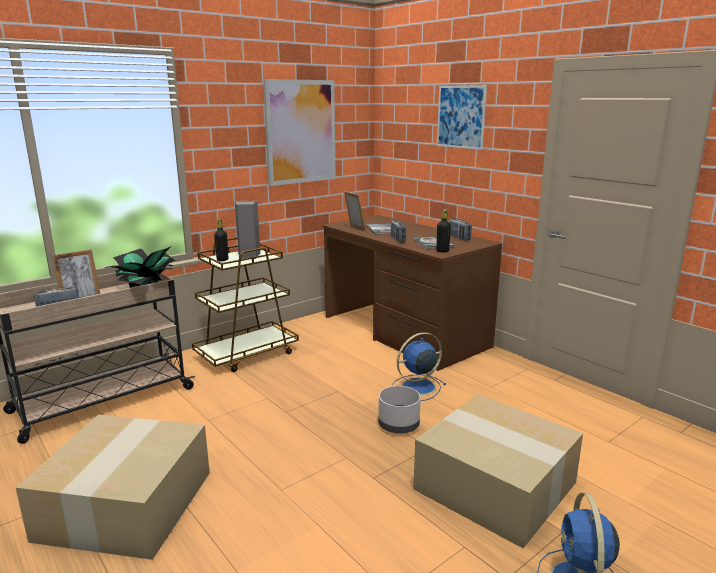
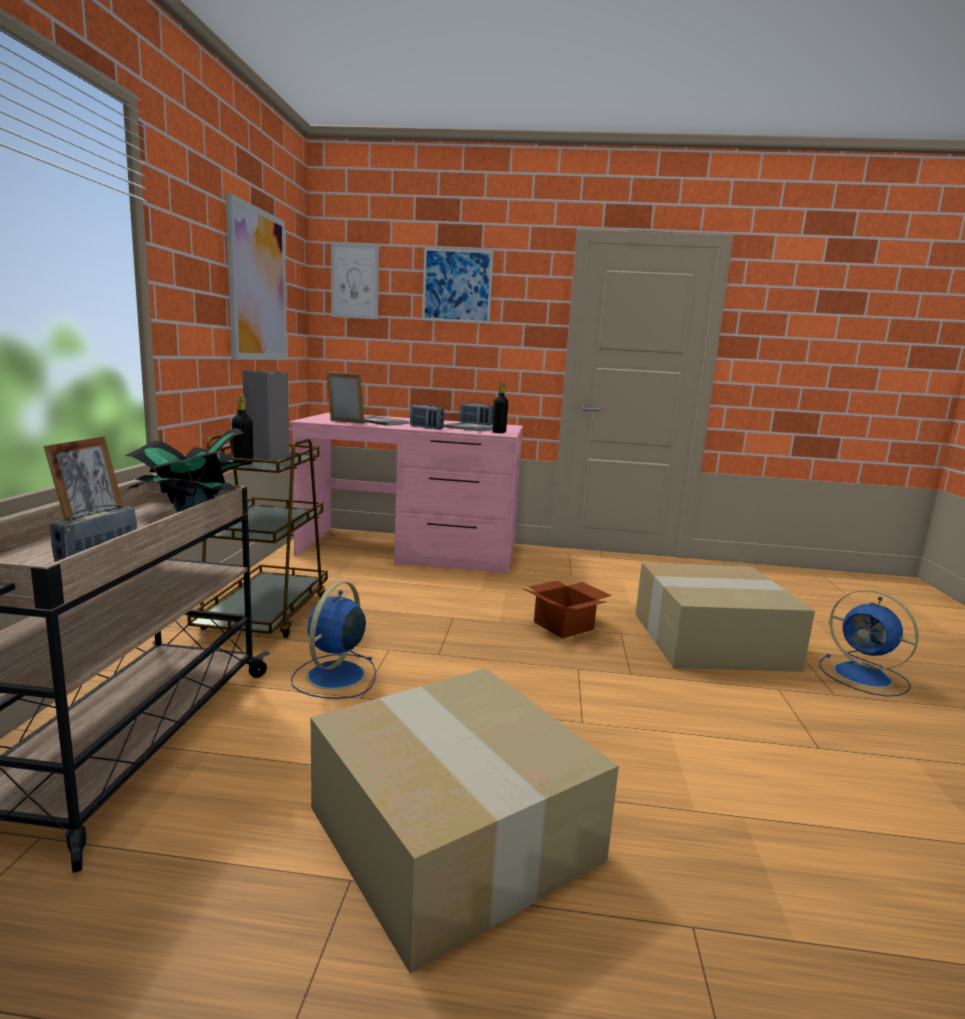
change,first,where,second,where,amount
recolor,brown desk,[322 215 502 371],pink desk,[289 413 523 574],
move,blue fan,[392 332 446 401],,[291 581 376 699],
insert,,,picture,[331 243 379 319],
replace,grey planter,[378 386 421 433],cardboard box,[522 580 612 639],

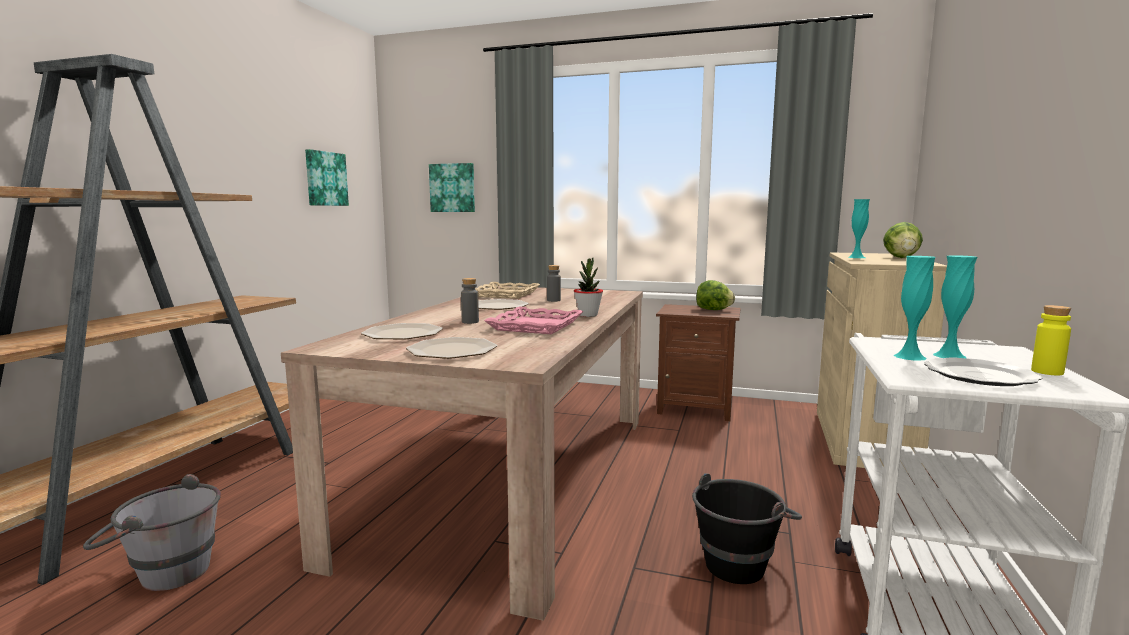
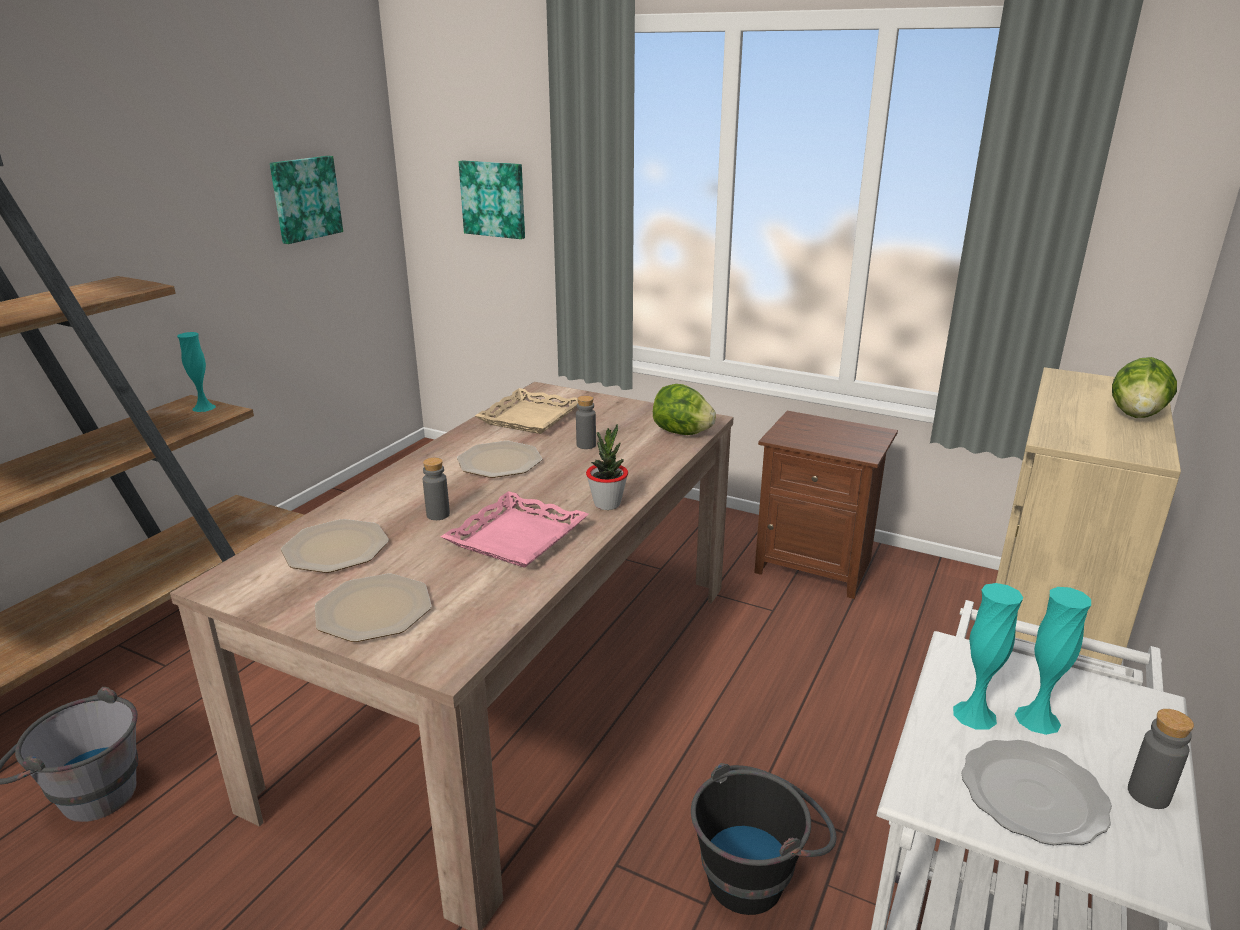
change,first,where,second,where,amount
move,turquoise vase,[848 199 870 258],,[177 332 216 412],
move,lettuce,[696 280 735 310],,[653 384 716 435],
recolor,yellow bottle,[1031 305 1071 375],grey bottle,[1128 709 1194 809],

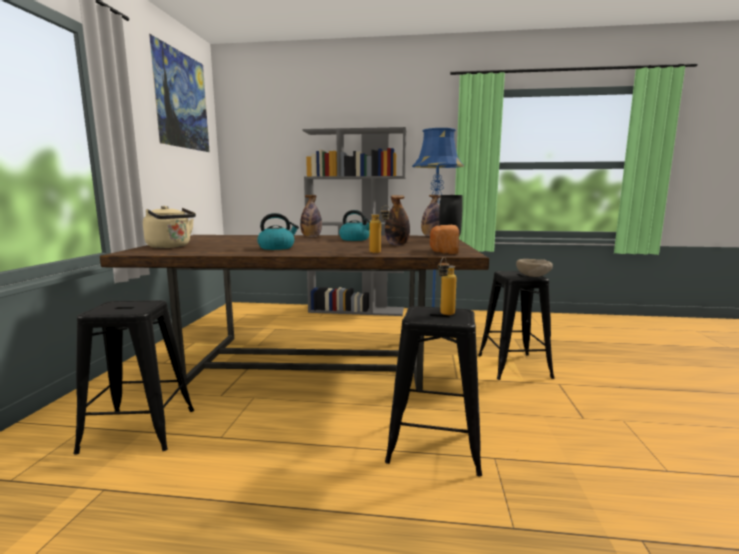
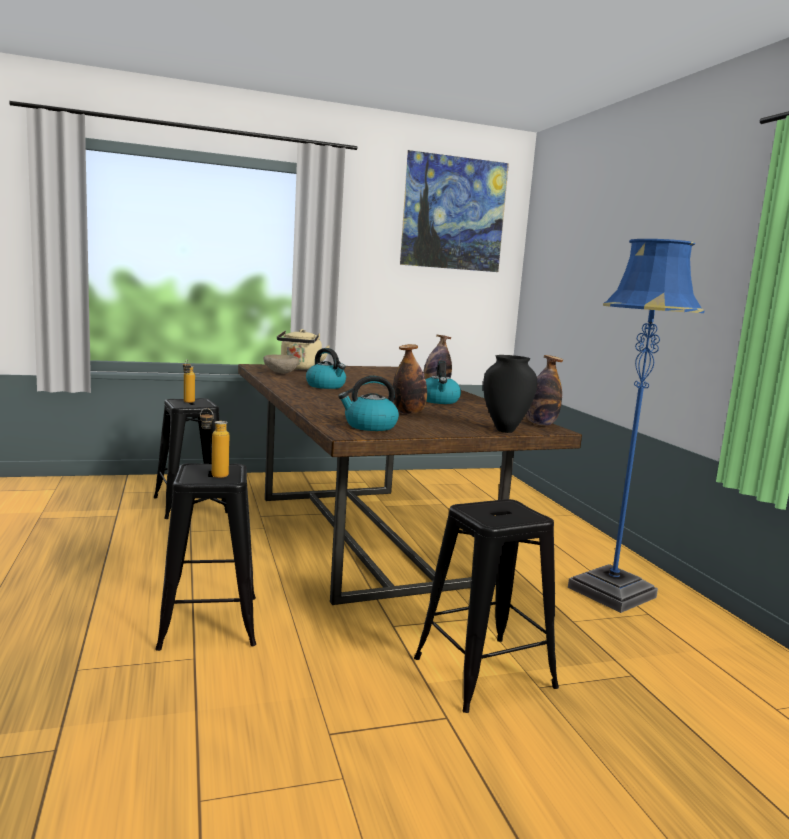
change,first,where,second,where,amount
move,bottle,[370 206 390 253],,[183 360 195 403],
move,beige bowl,[516 259 553 277],,[264 355 299 374],
replace,bread,[430 225 459 254],kettle,[338 376 399 431],
delete,grey bookcase,[302 127 407 316],,,

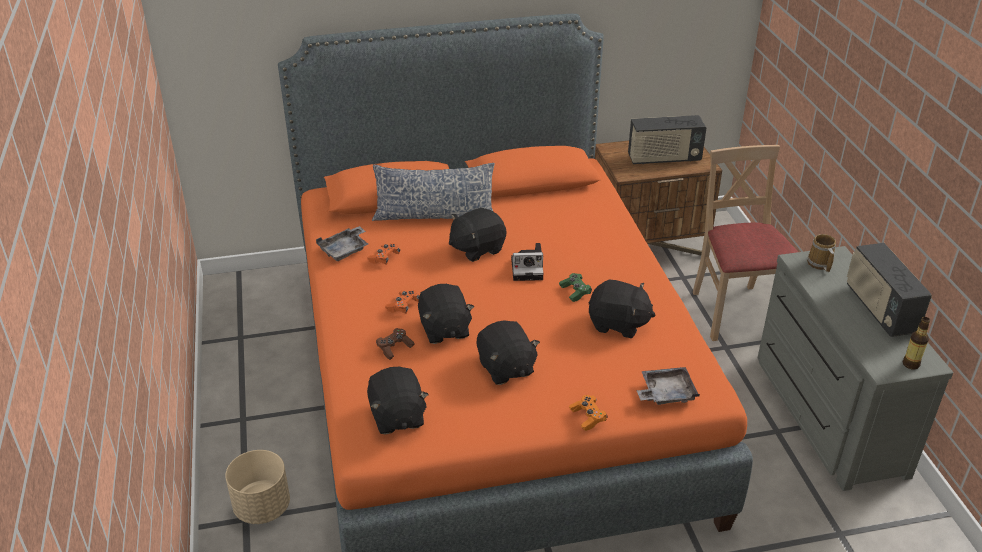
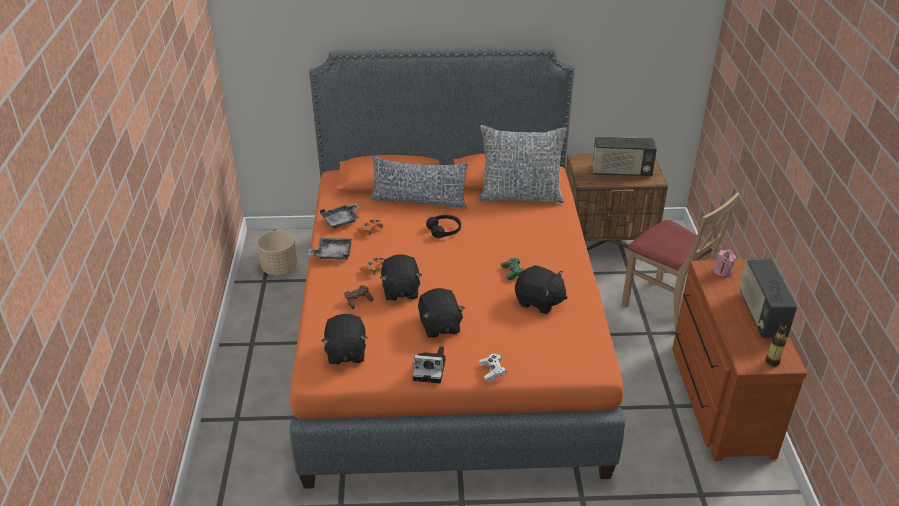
change,first,where,second,where,amount
move,beige planter,[225 450 290 524],,[257 230 297 275],
move,grey tray,[637 367 700 405],,[308 238 352 260],
move,photo camera,[511 243 544 281],,[412 346 446 384],
replace,black plush toy,[449 208 506 262],black headphones,[426 215 461 238],
insert,,,pillow,[478 125 567 203],
recolor,orange game controller,[569 395 608 431],white game controller,[479 354 506 381],
rotate,beige chair,[692 145 798 341],,[621 192 740 333],135 degrees clockwise
recolor,grey dresser,[758 246 953 491],brown dresser,[672 259 808 461],
replace,mug,[807 234 836 272],pink candle,[714 250 736 277],

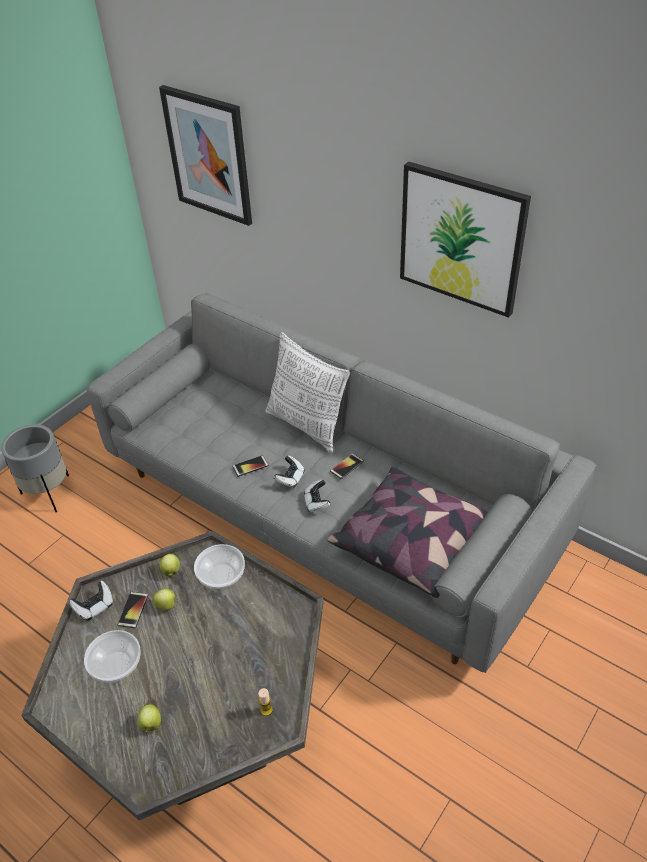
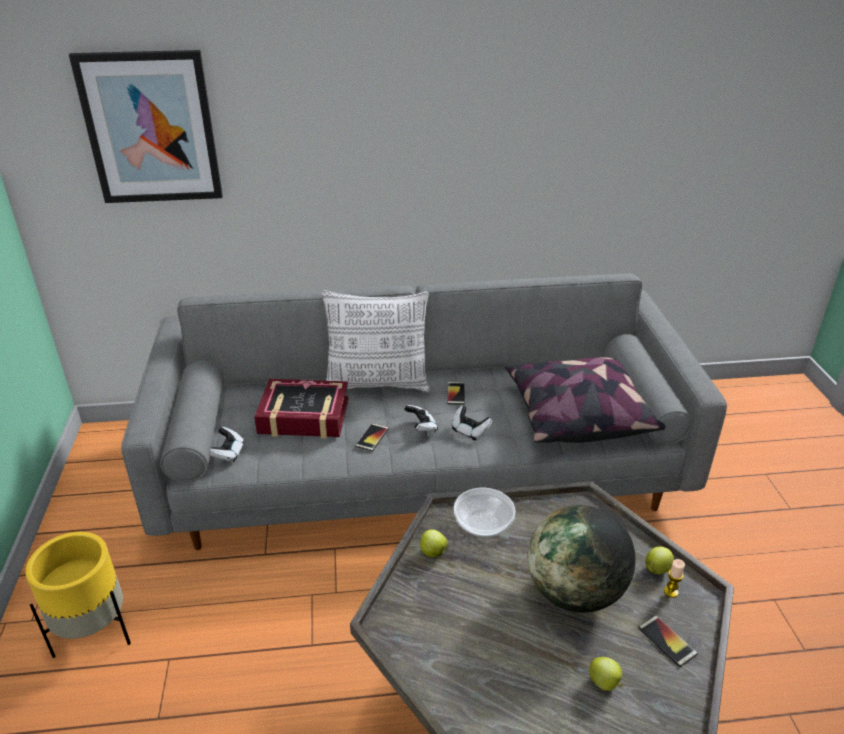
change,first,where,second,where,amount
recolor,grey planter,[1 424 69 512],yellow planter,[25 532 131 658],
move,game controller,[69 580 113 621],,[210 426 244 463],
insert,,,book,[254 379 349 439],
insert,,,globe,[528 505 636 613],
move,phone,[117 592 148 628],,[638 615 698 667],
move,apple,[153 589 177 610],,[645 546 674 574],
delete,bowl,[84 630 141 683],,,
delete,picture,[400 162 531 318],,,

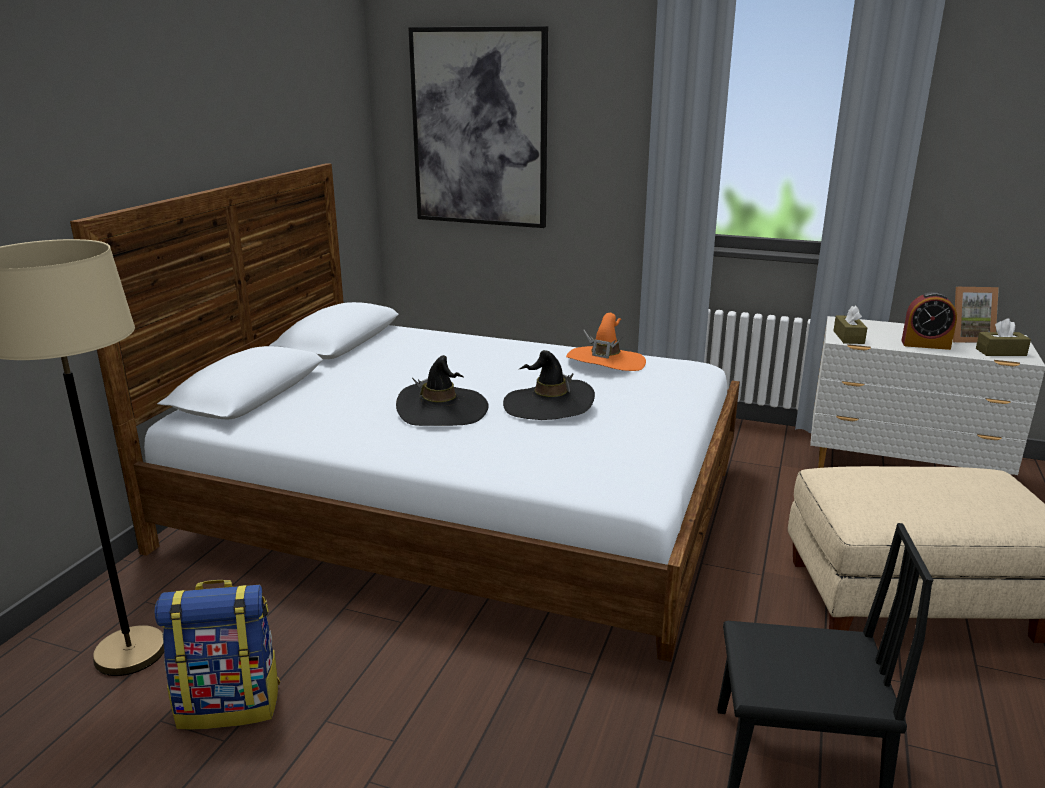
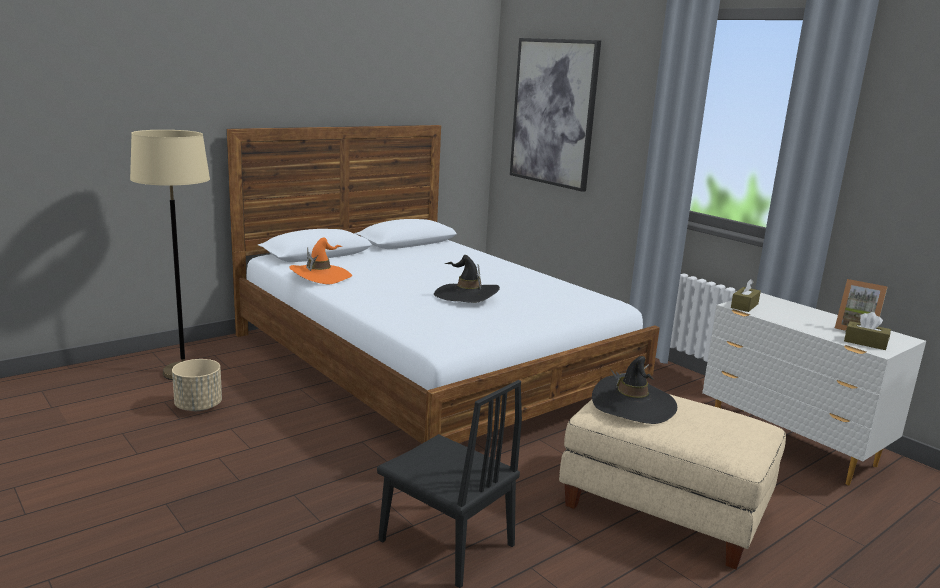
change,first,where,second,where,amount
replace,backpack,[155 580 280 730],beige planter,[172 359 222 411],
move,orange hat,[566 313 646 371],,[289 237 352 284],
move,black hat,[396 355 489 426],,[592 356 677 424],
delete,alarm clock,[901 292 957 350],,,

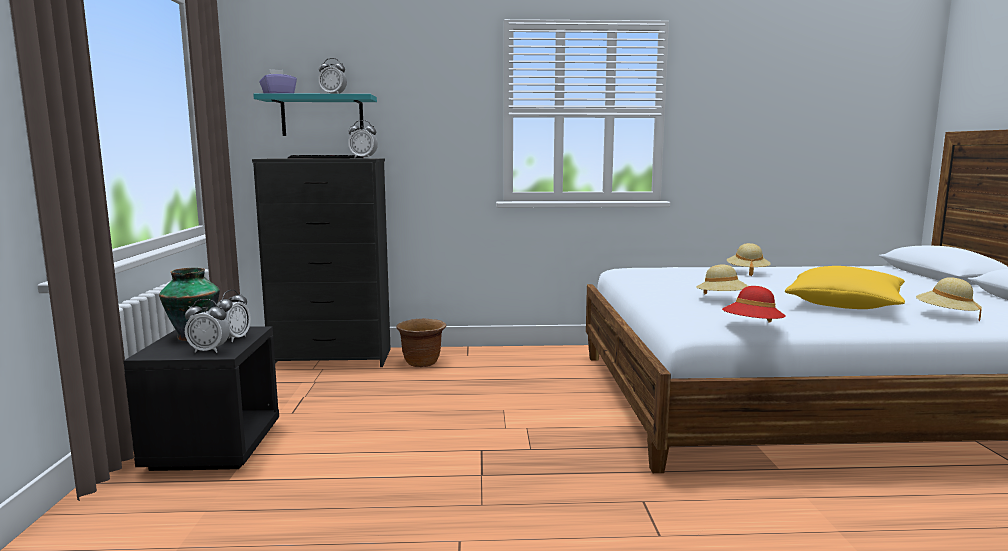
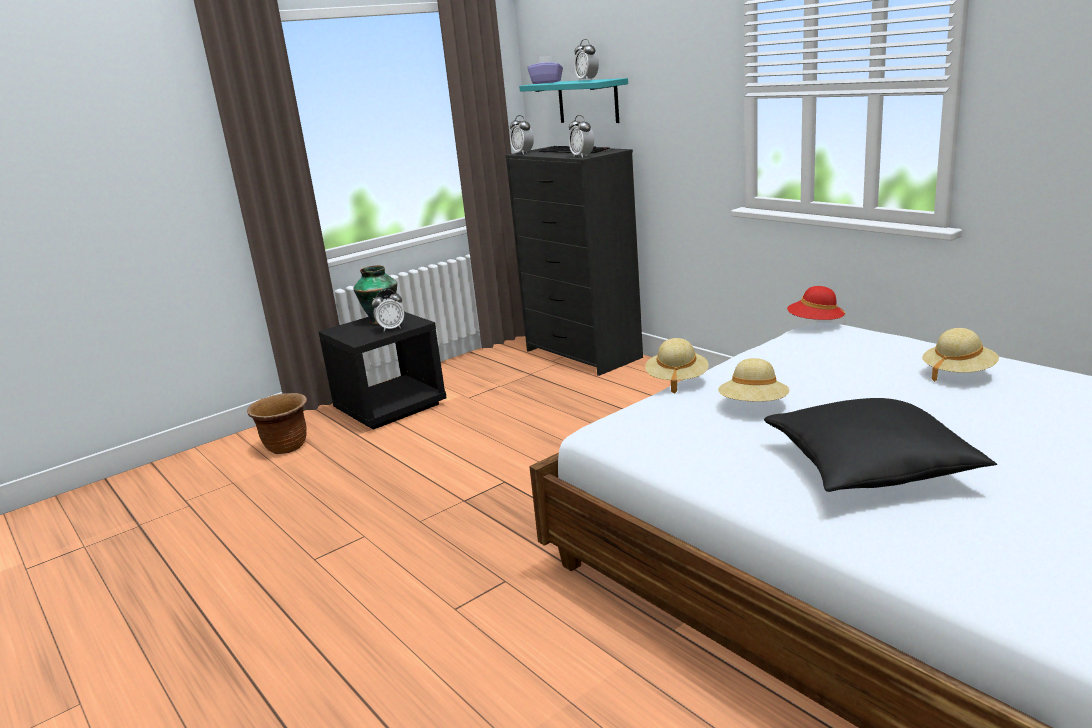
change,first,where,second,where,amount
move,brown planter,[396 318 446 367],,[247 393 307 454],
move,alarm clock,[185 299 230 353],,[510 115 534 155],
move,beige hat,[916 277 982 321],,[645 338 709 393],
recolor,yellow pillow,[785 266 905 309],black pillow,[764 398 997 492],
move,red hat,[722 286 786 322],,[787 286 845 320],

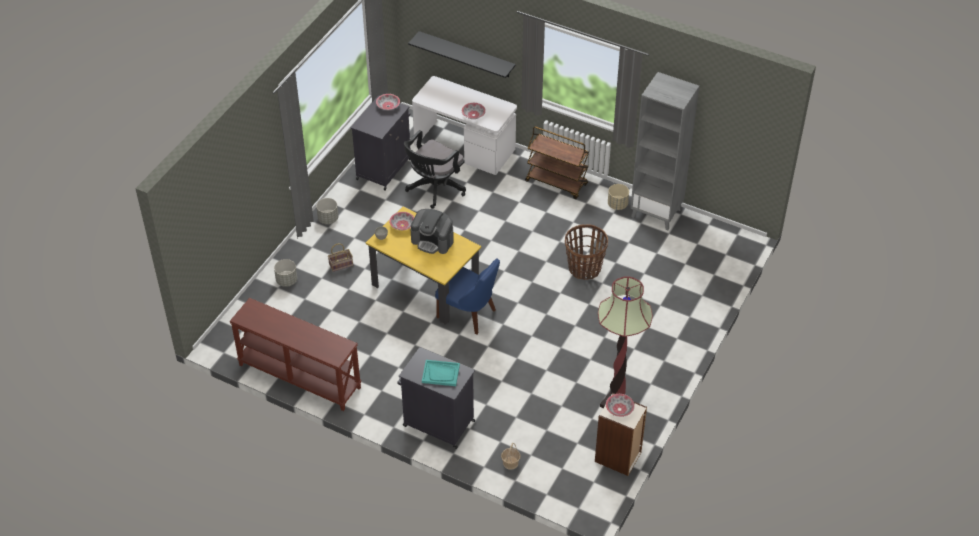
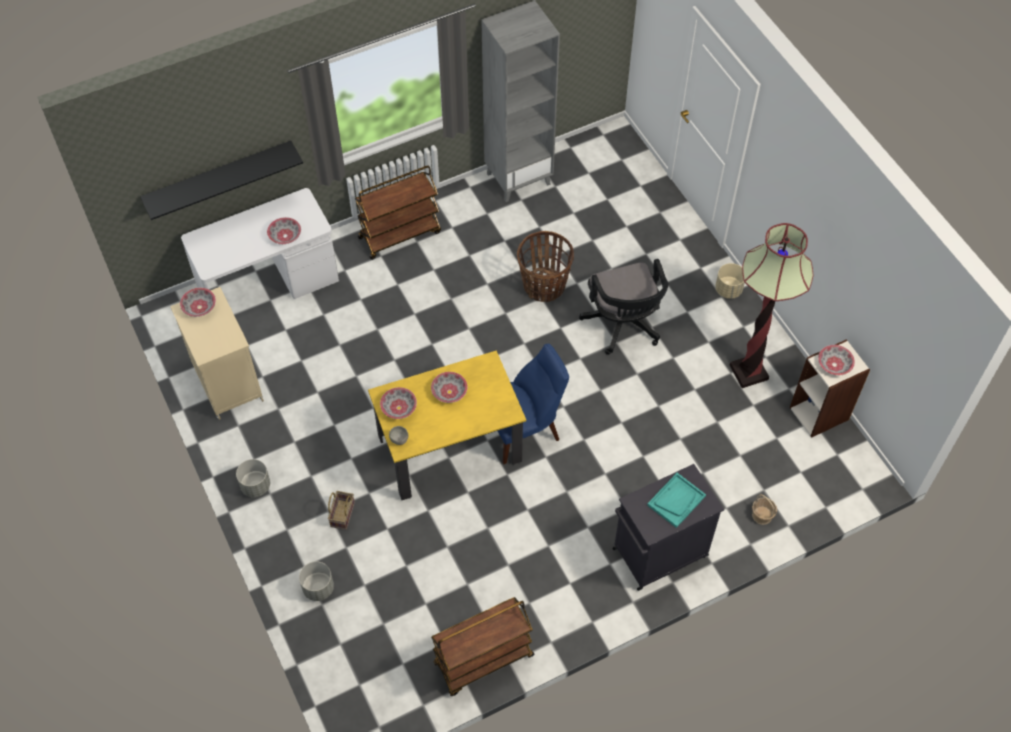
change,first,where,second,where,amount
recolor,black cabinet,[350 95 410 191],beige cabinet,[170 287 264 420],
replace,coffee machine,[410 209 454 254],bowl,[431 372 467 403],
replace,brown console table,[230 298 361 411],brown cart,[431 597 534 696],
move,black office chair,[404 130 466 209],,[579 259 669 355],
move,beige planter,[608 184 629 210],,[715 263 745 299],

